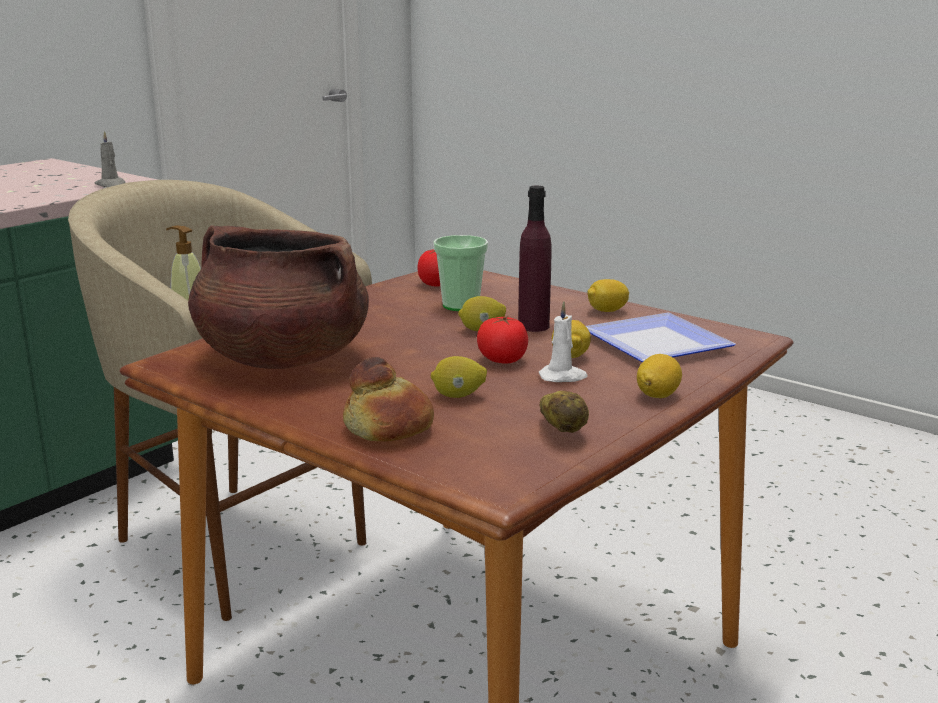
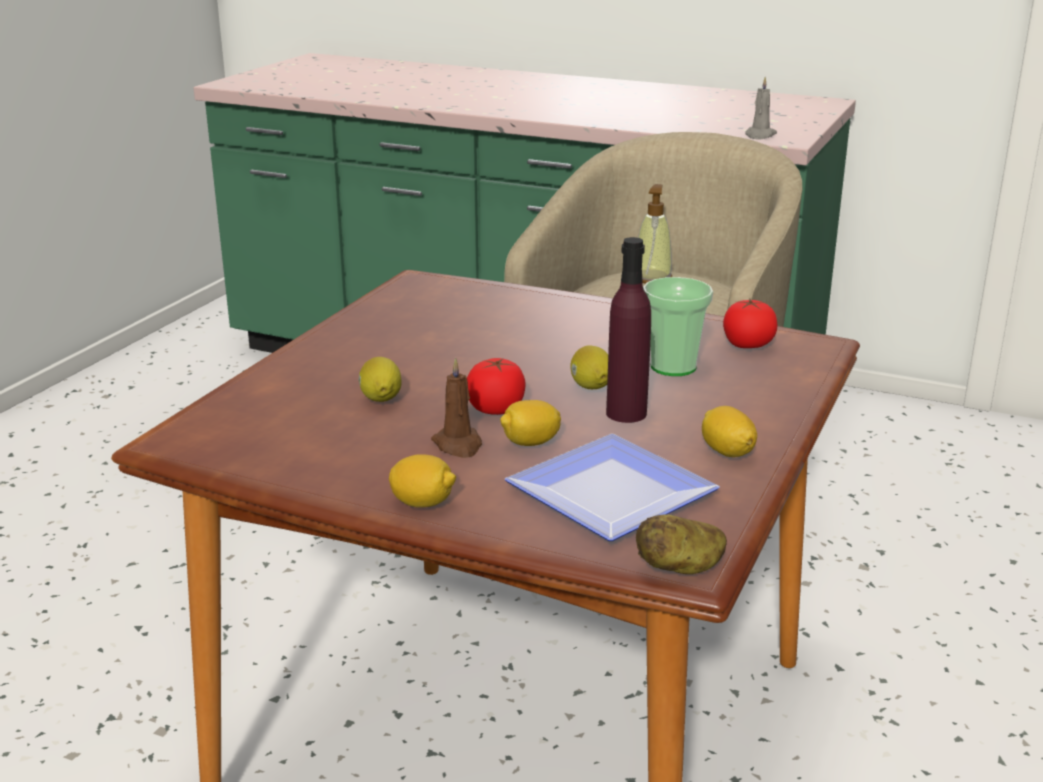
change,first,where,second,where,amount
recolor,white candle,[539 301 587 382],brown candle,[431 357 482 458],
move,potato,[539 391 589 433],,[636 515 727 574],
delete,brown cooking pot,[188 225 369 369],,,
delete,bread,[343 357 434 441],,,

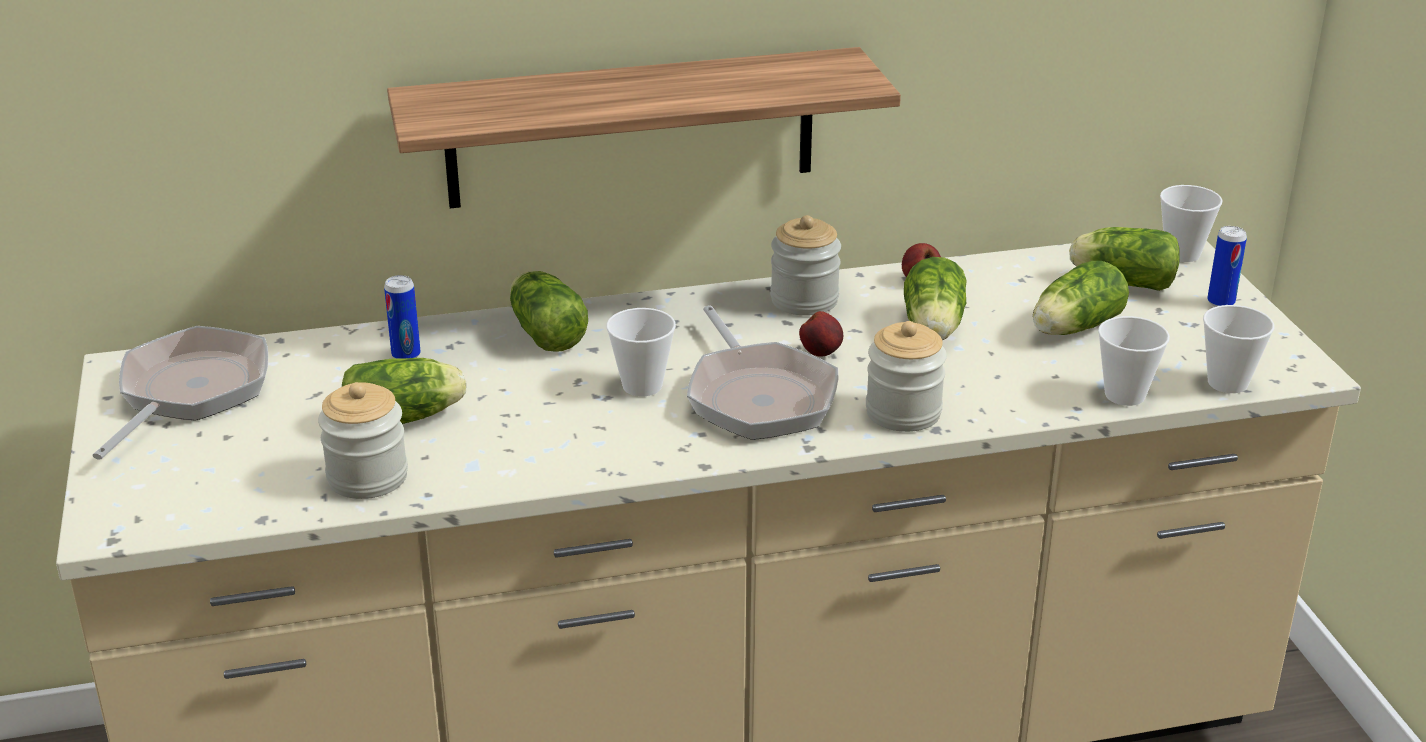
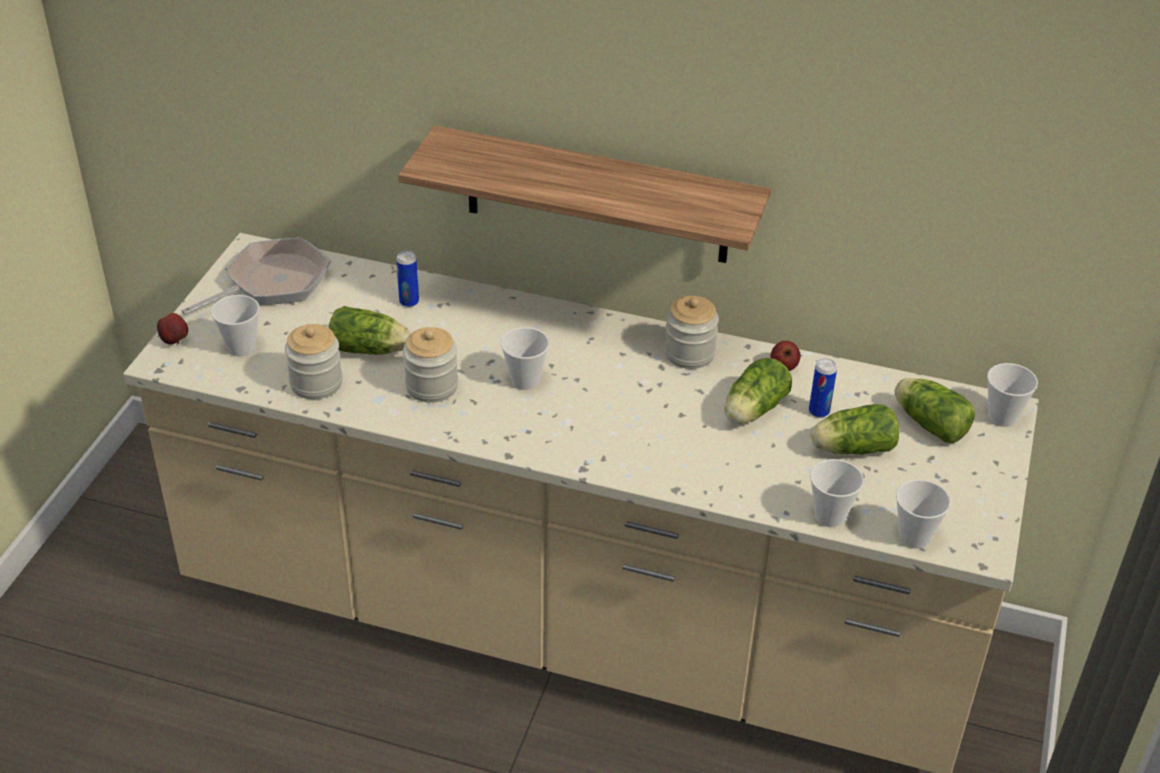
change,first,where,second,where,amount
move,apple,[799 311 843 357],,[157 313 188 345],
insert,,,cup,[211 295 260 356],
move,jar,[866 321 947 432],,[403 327 458 403],
move,can,[1207 226 1247 307],,[809 358 837 418],
delete,lettuce,[510 271 588 352],,,
delete,frying pan,[687 305 839 440],,,

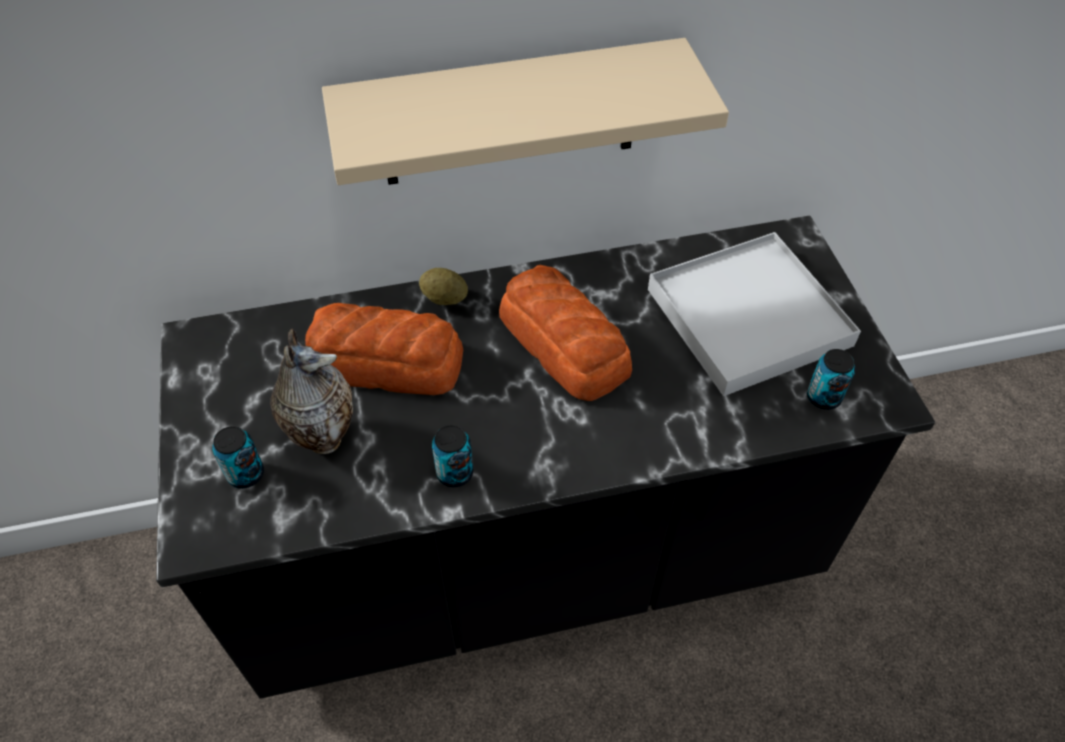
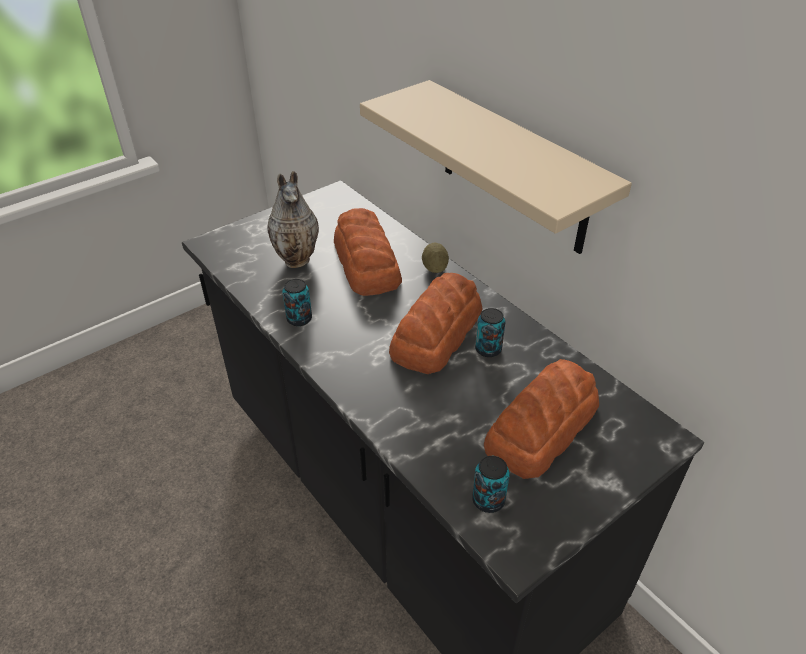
change,first,where,second,where,amount
move,can,[212 426 264 489],,[475 308 505 357],
replace,white tray,[648 232 861 396],bread,[484 359 599 479],

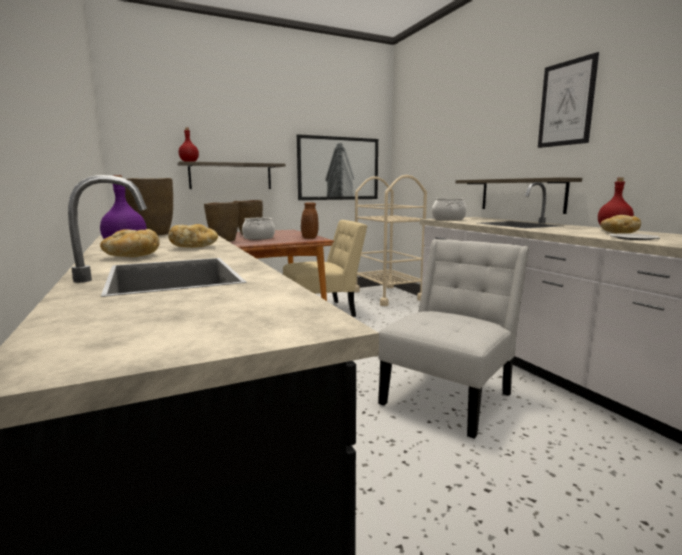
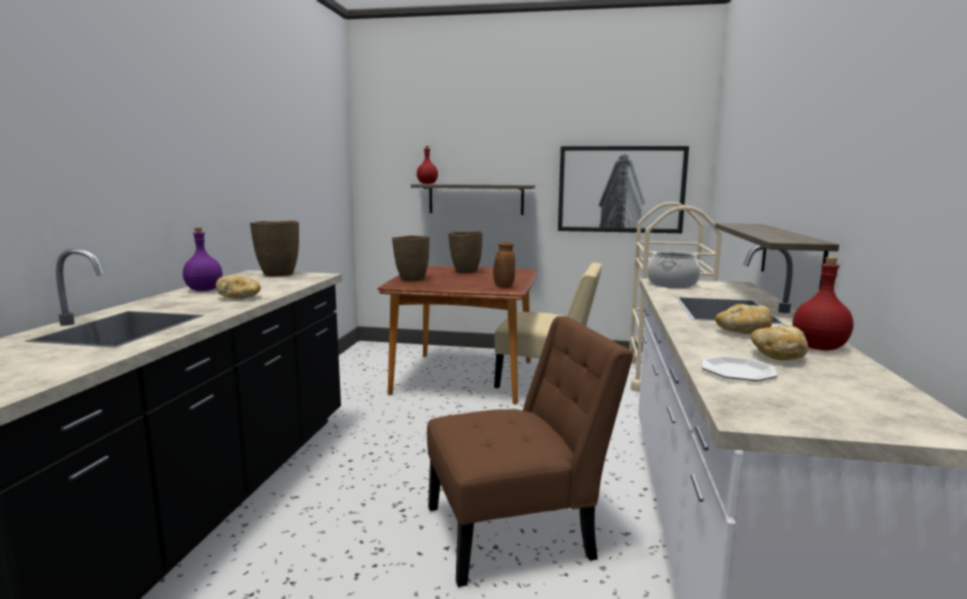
change,first,where,second,where,amount
recolor,white chair,[378 239 529 439],brown chair,[427 316 634 587],
move,bread,[100 229 160 257],,[715 304 773 334],
delete,cooking pot,[242 218 275 240],,,
delete,picture,[538 52 599 148],,,

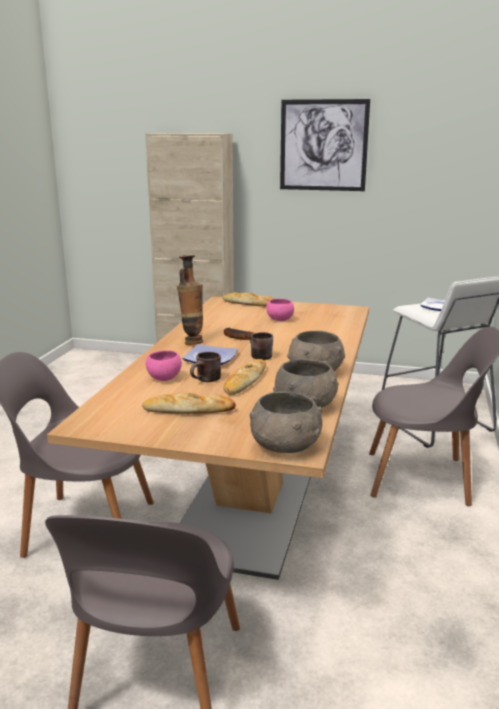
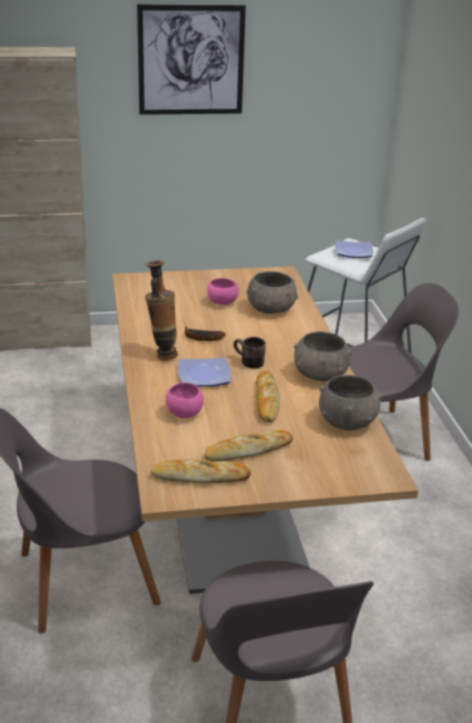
change,first,where,second,where,amount
move,bread,[223 292 274 307],,[151 459 251 483],
move,grey bowl,[249 392 323 453],,[247 271 298 314],
delete,brown mug,[190 352 221 382],,,

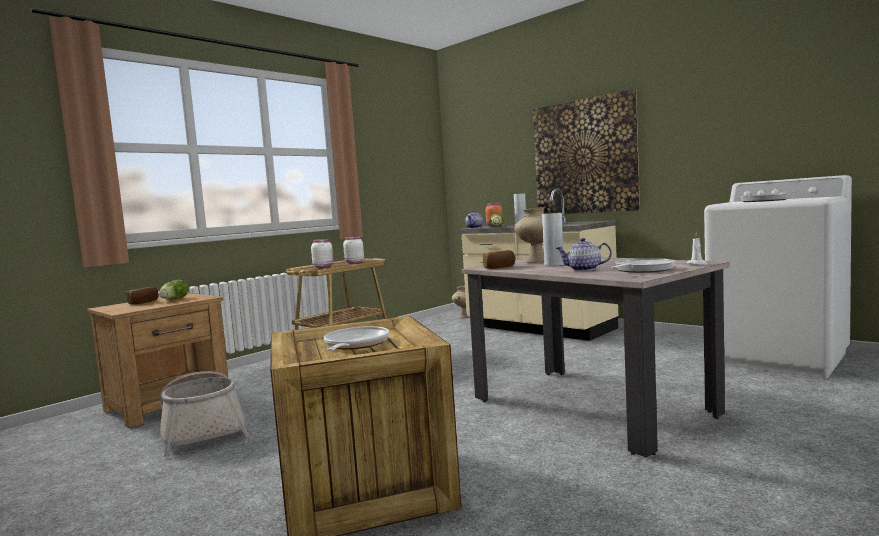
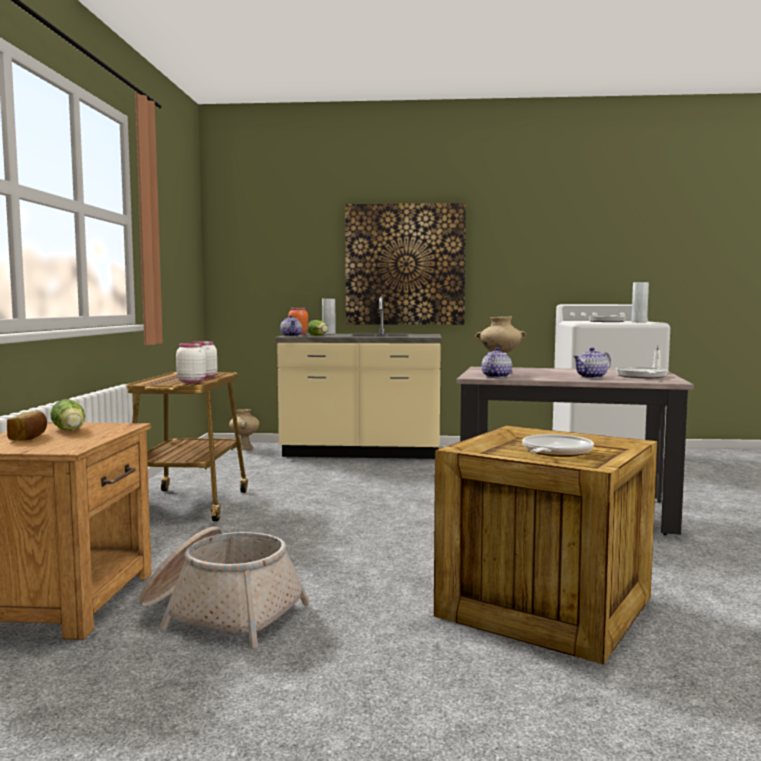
change,first,where,second,where,amount
replace,bread,[483 250 515 269],teapot,[482 347 512 378],
rotate,frying pan,[324 326 389 351],,[522 434 594 457],60 degrees clockwise
move,grey vase,[542 212 564 266],,[632 282 649 322],

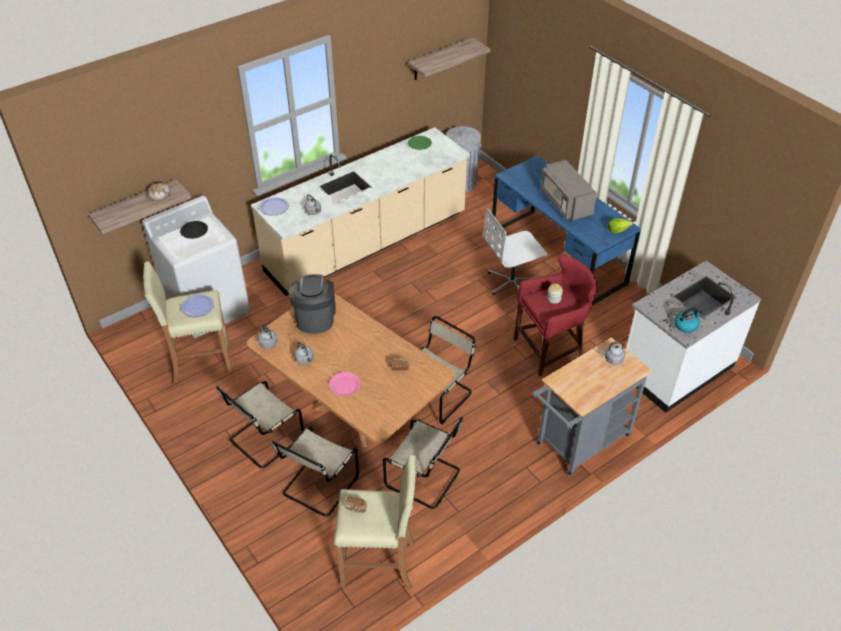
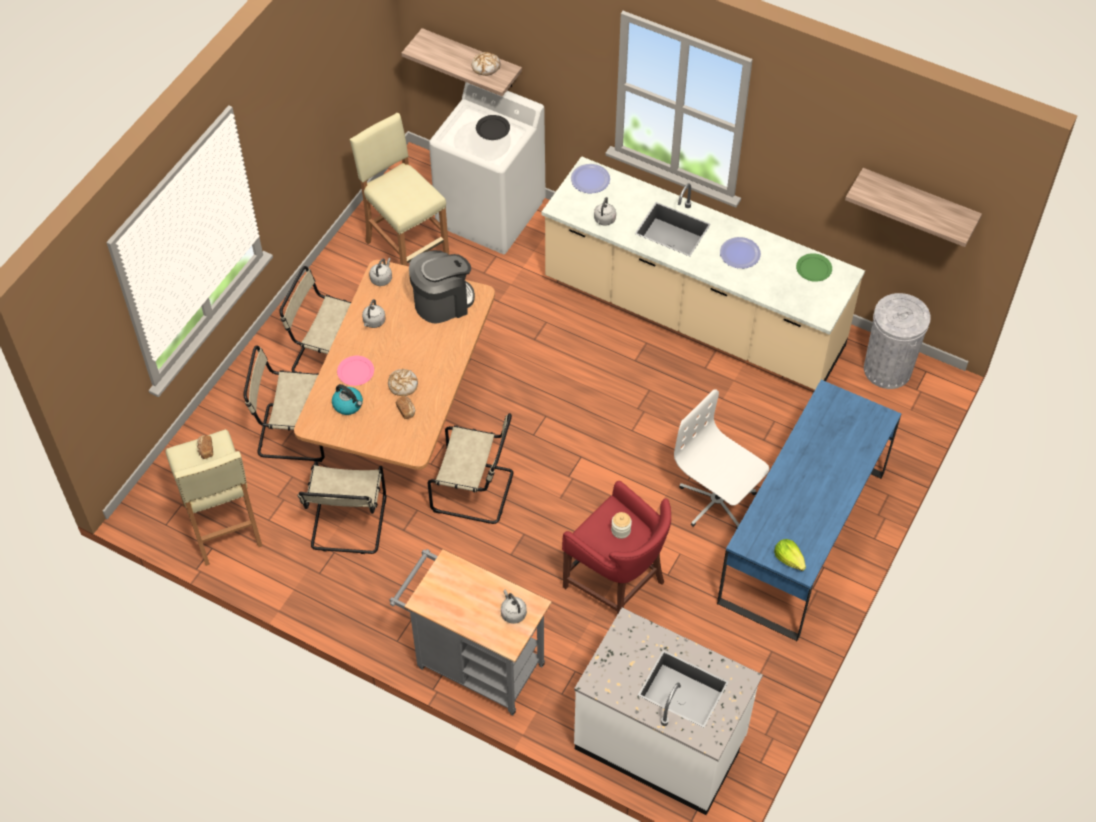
change,first,where,second,where,amount
move,kettle,[674 308 702 333],,[332 384 363 415],
insert,,,bread,[388 369 418 396],
move,plate,[181 294 214 317],,[720 237 761 269],
delete,grey microwave,[540 160 597 221],,,

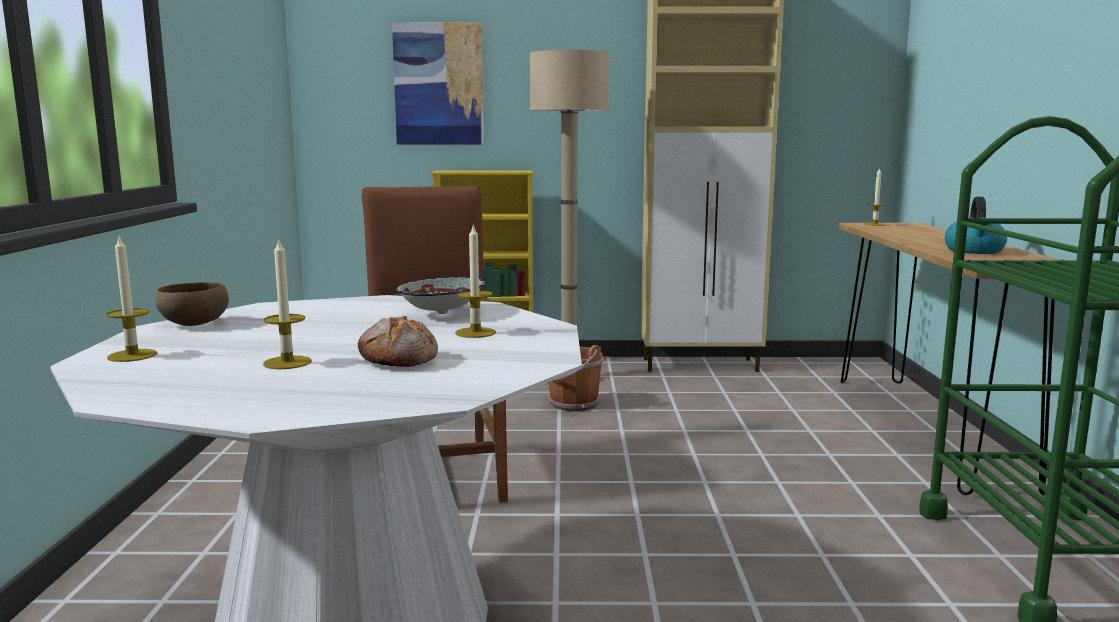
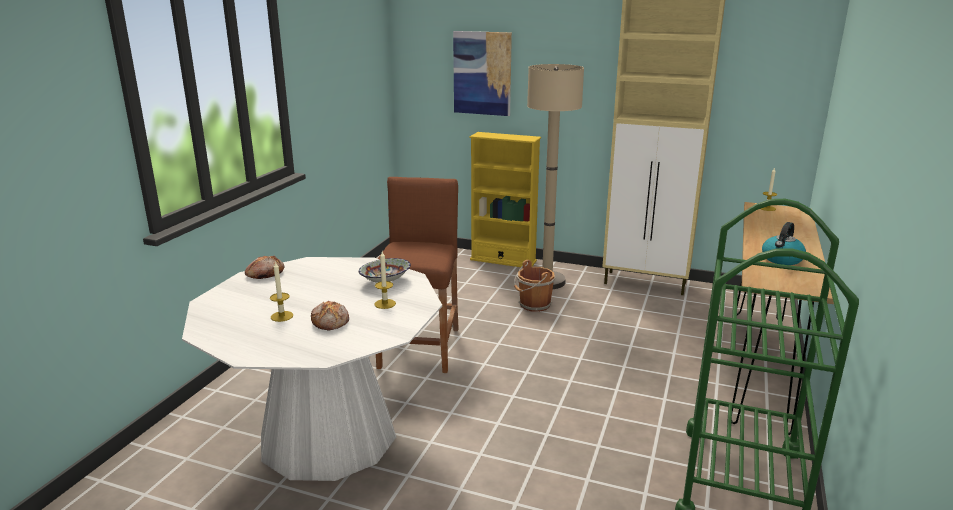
change,first,where,second,where,amount
replace,brown bowl,[156 282 229 326],bread,[245 256 285 279],
delete,candle,[106 235 157 362],,,

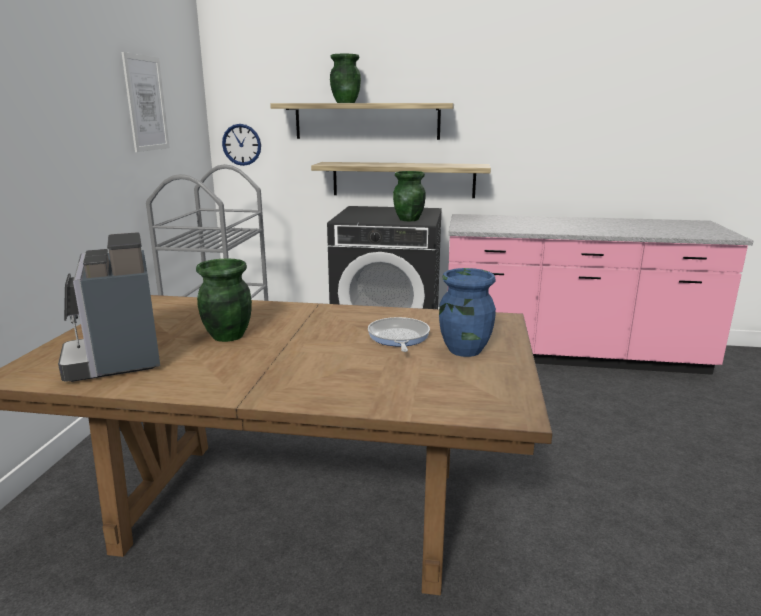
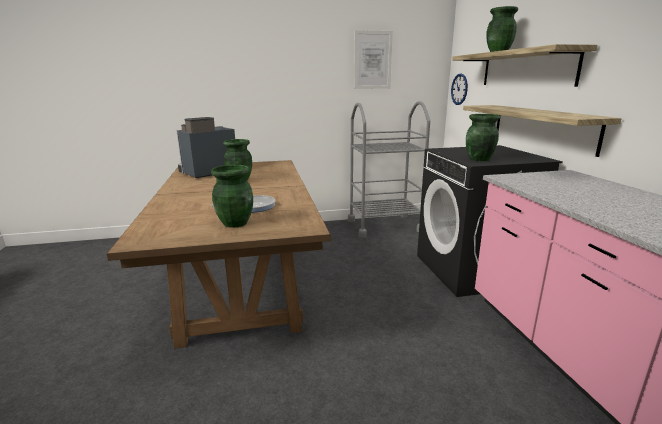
change,first,where,second,where,amount
recolor,blue vase,[439 268 496 357],green vase,[211 165 253 228],

